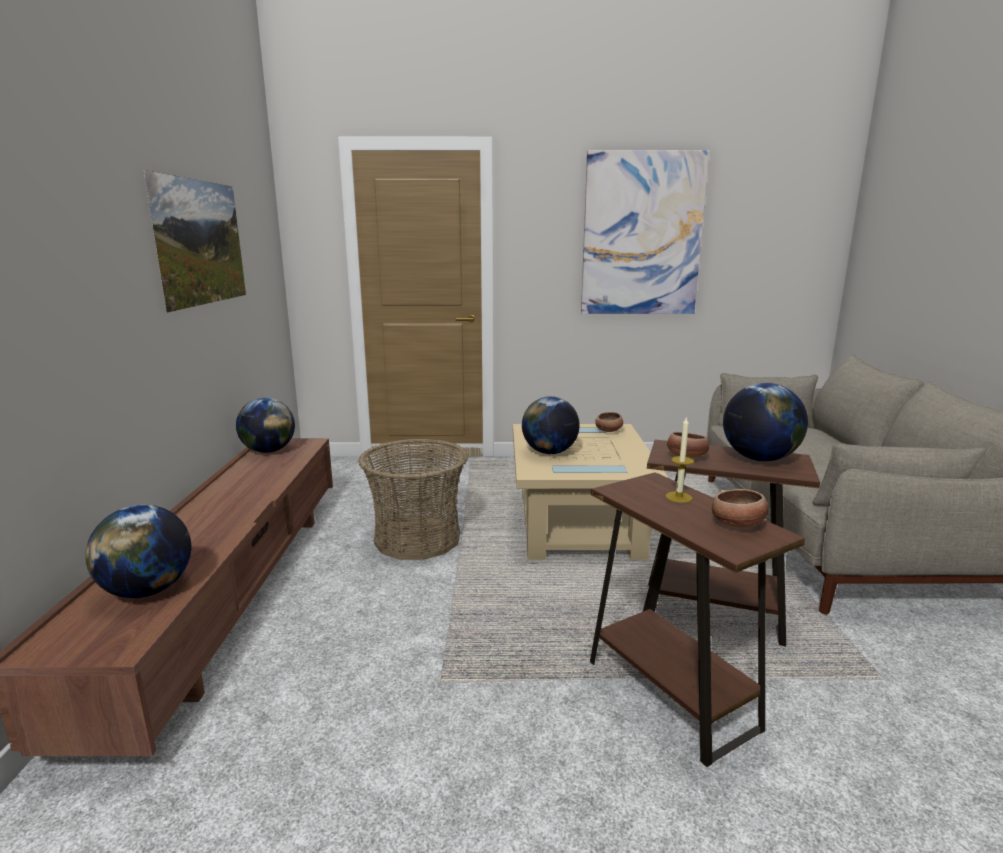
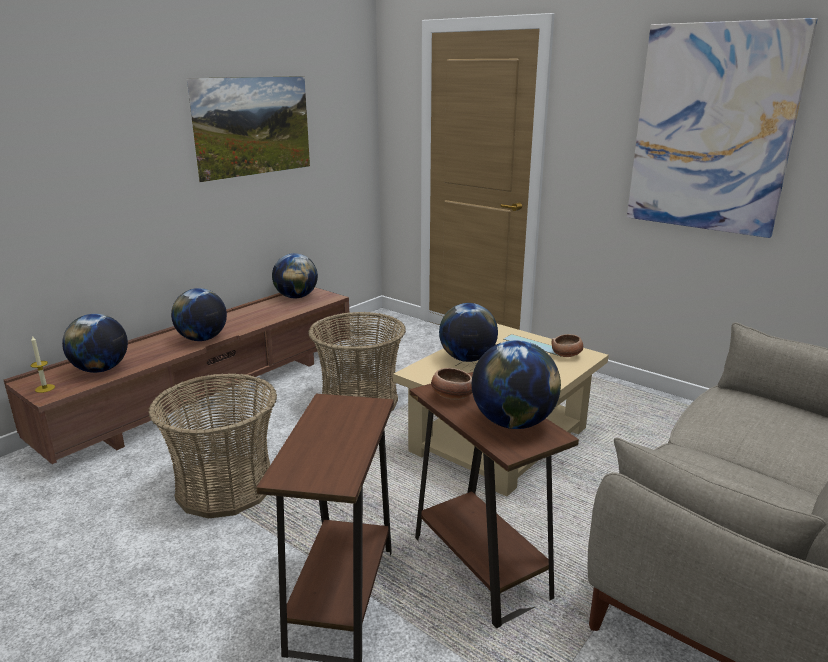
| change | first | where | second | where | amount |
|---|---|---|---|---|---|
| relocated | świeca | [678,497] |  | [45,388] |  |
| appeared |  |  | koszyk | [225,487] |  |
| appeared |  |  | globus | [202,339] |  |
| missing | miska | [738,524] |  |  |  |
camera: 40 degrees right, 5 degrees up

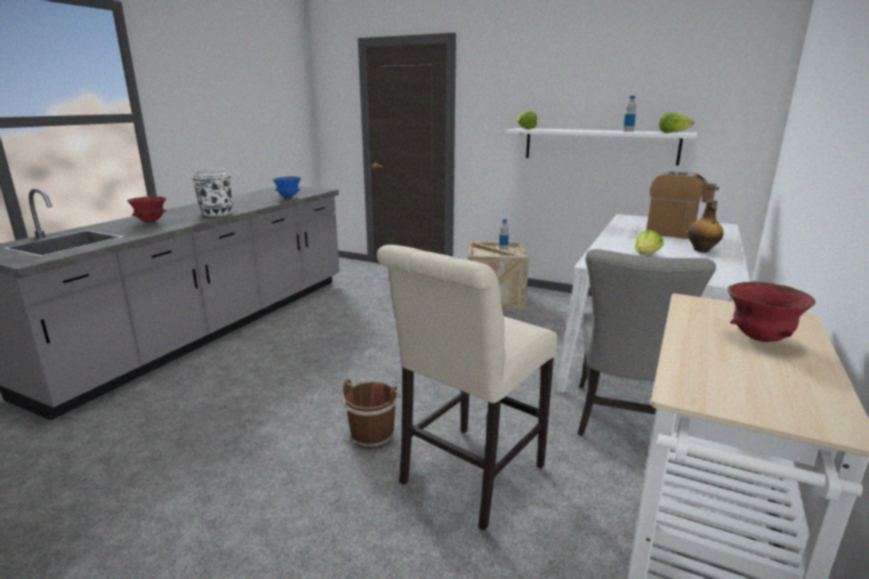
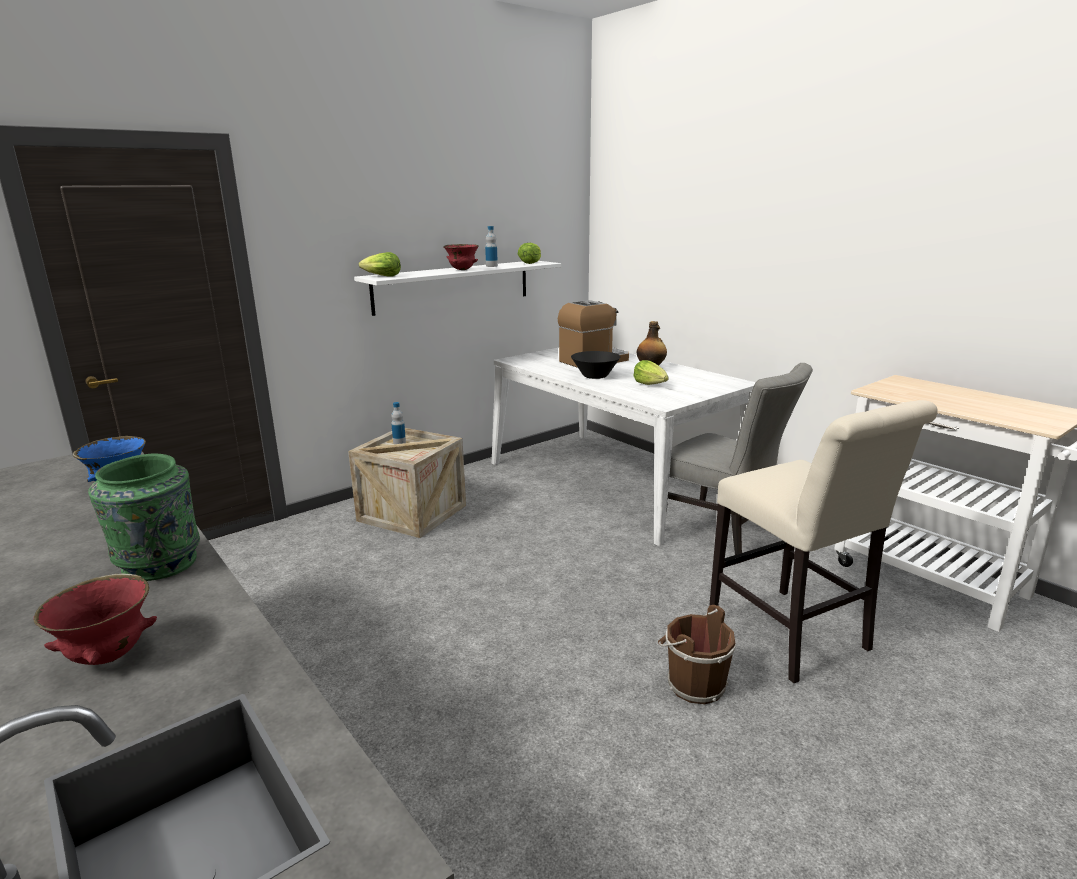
| change | first | where | second | where | amount |
|---|---|---|---|---|---|
| colour | wazon [biały] | [216,213] | wazon [zielony] | [159,565] |  |
| relocated | miska [czerwony] | [759,339] |  | [462,270] |  |
| appeared |  |  | miska [czarny] | [595,376] |  |
camera: 65 degrees left, 0 degrees up

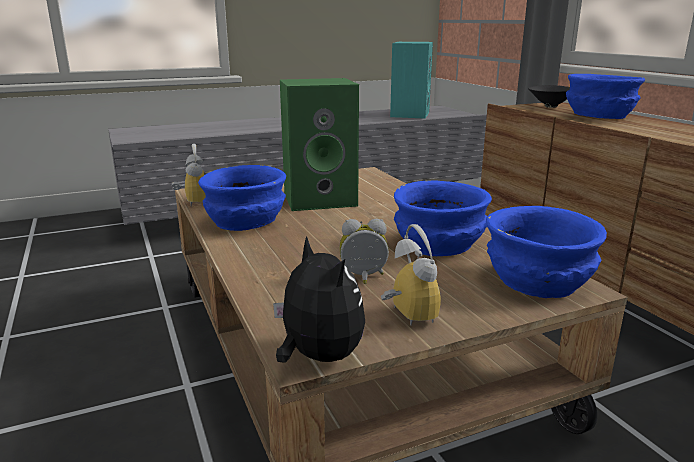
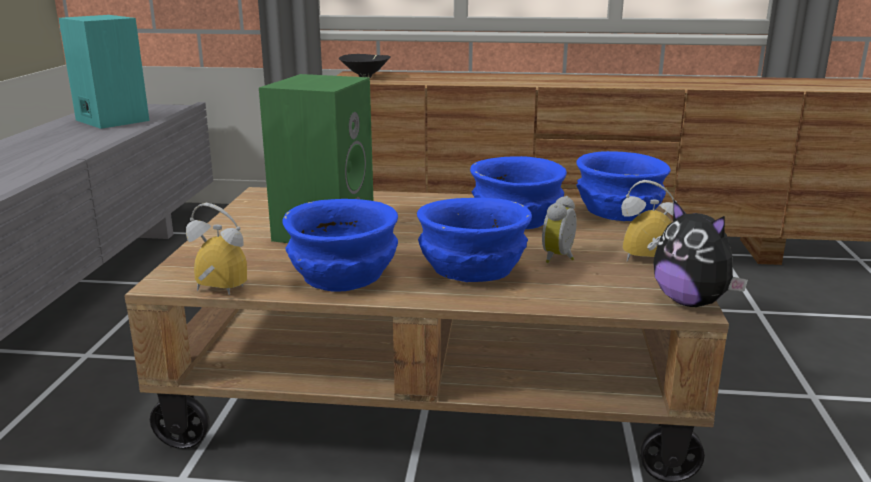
| change | first | where | second | where | amount |
|---|---|---|---|---|---|
| relocated | miska [niebieski] | [598,116] |  | [470,270] |  |
| spun | pluszak | [318,357] |  | [691,302] | 120 degrees counterclockwise |
camera: 60 degrees left, 0 degrees up

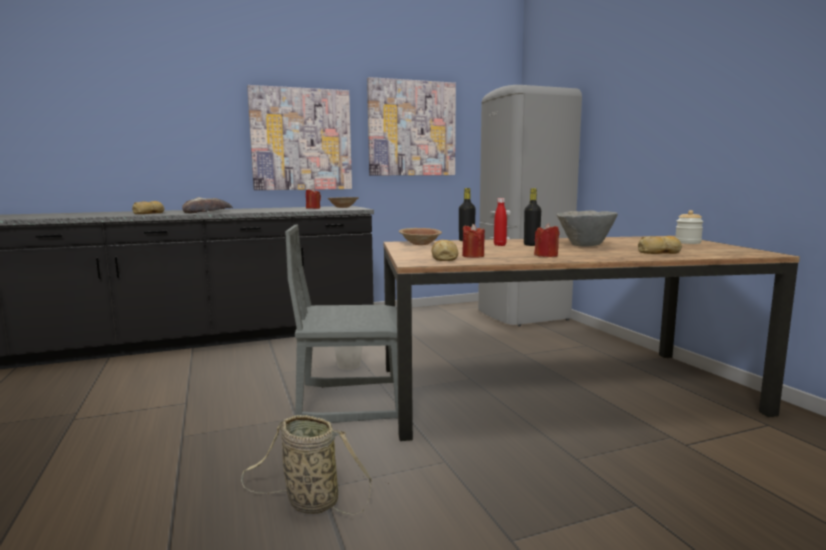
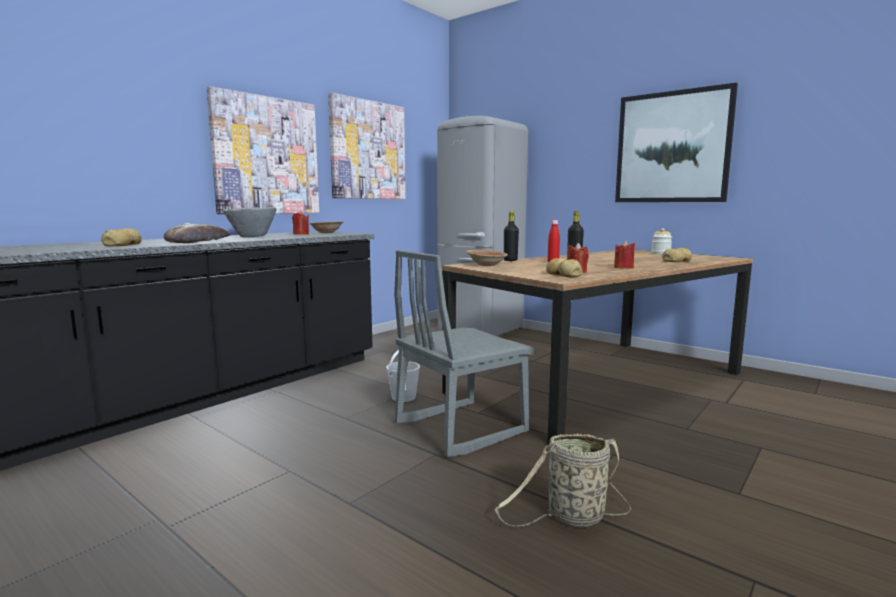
| change | first | where | second | where | amount |
|---|---|---|---|---|---|
| relocated | miska [szary] | [584,245] |  | [251,237] |  |
| appeared |  |  | obraz | [672,147] |  |
camera: 30 degrees left, 0 degrees up

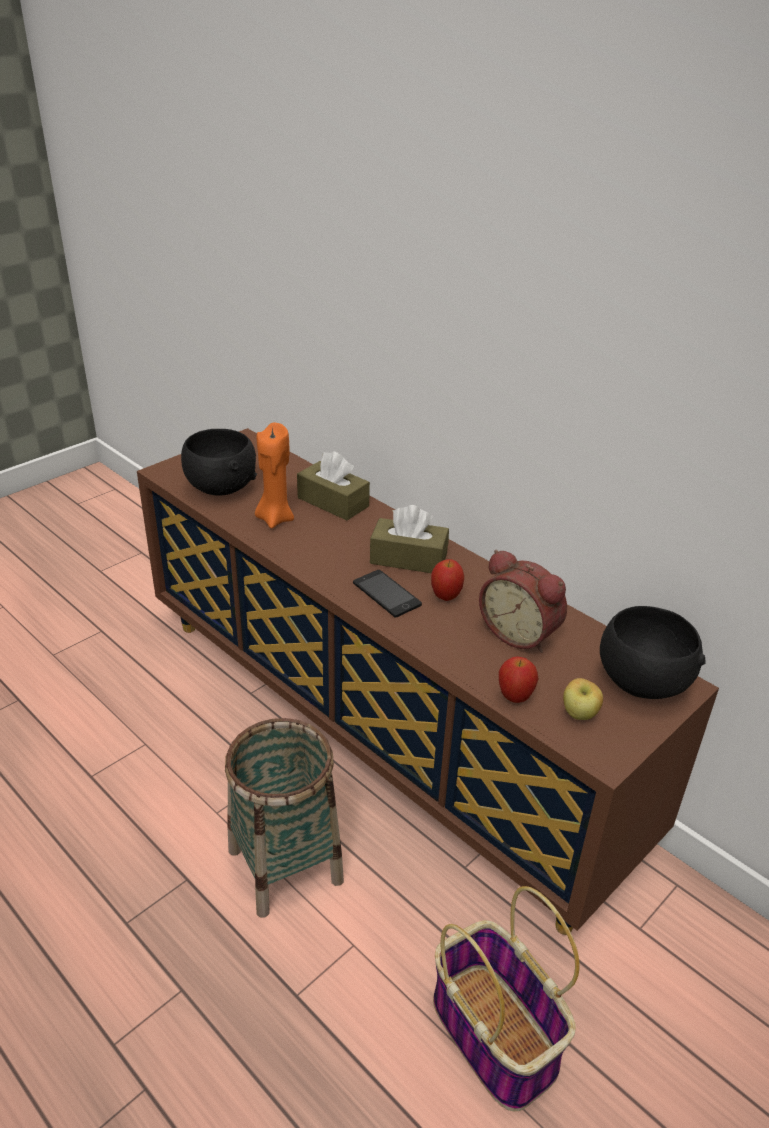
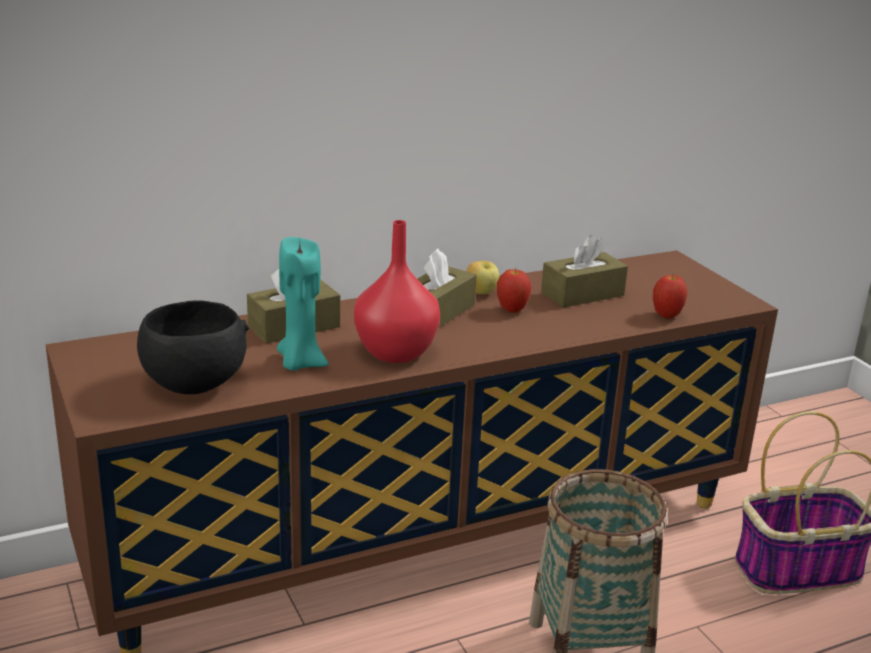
| change | first | where | second | where | amount |
|---|---|---|---|---|---|
| colour | świeca [pomarańczowy] | [275,518] | świeca [turkusowy] | [300,363] |  |
| appeared |  |  | wazon [czerwony] | [395,353] |  |
| relocated | jabłko | [579,714] |  | [481,293] |  |
| exchanged | budzik | [520,633] | pudełko chusteczek [brązowy] | [582,294] |  |
| missing | telefon | [386,594] |  |  |  |
| missing | miska [czarny] | [640,682] |  |  |  |
camera: 70 degrees left, 10 degrees down

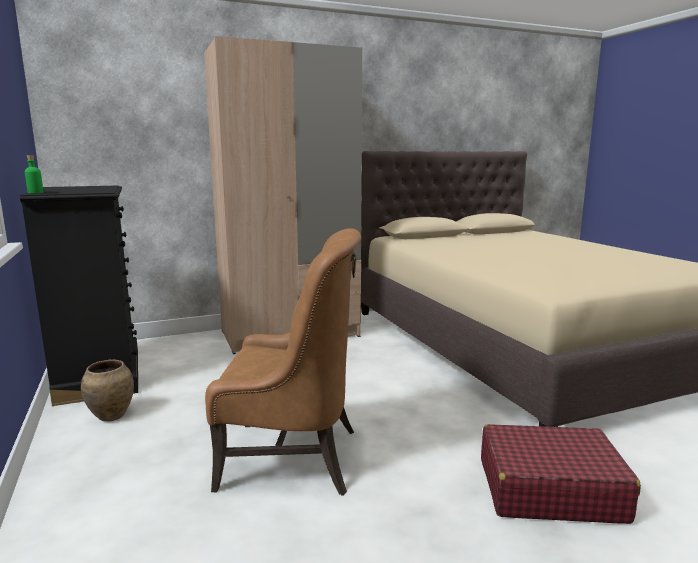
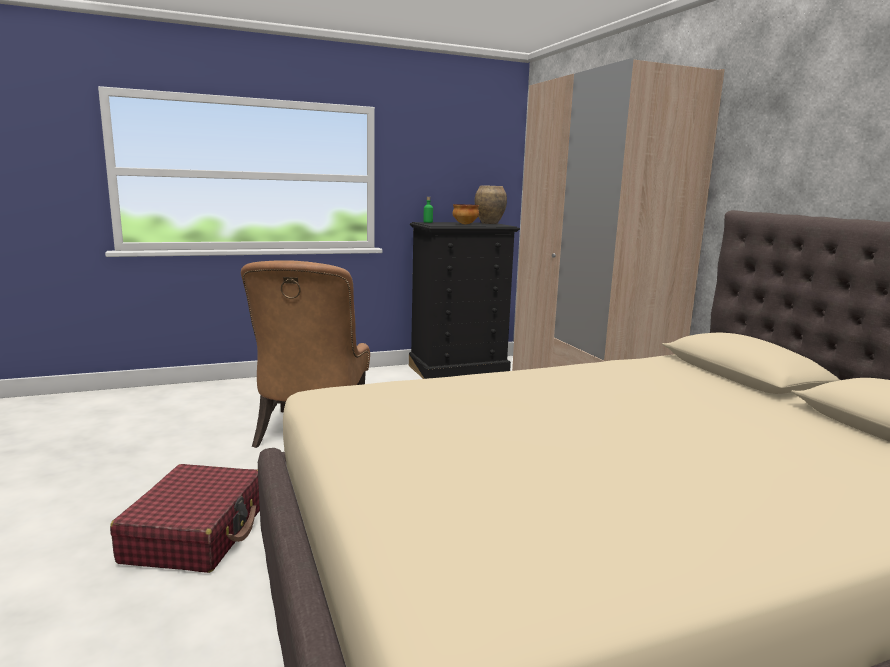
| change | first | where | second | where | amount |
|---|---|---|---|---|---|
| appeared |  |  | miska | [465,224] |  |
| relocated | wazon [brązowy] | [111,416] |  | [489,223] |  |
camera: 90 degrees right, 0 degrees up

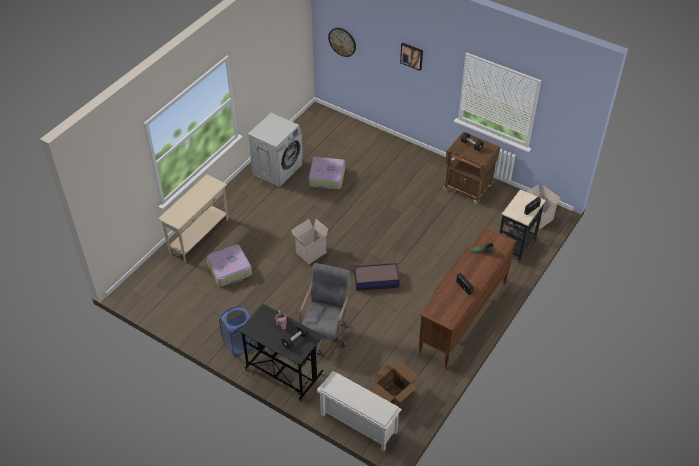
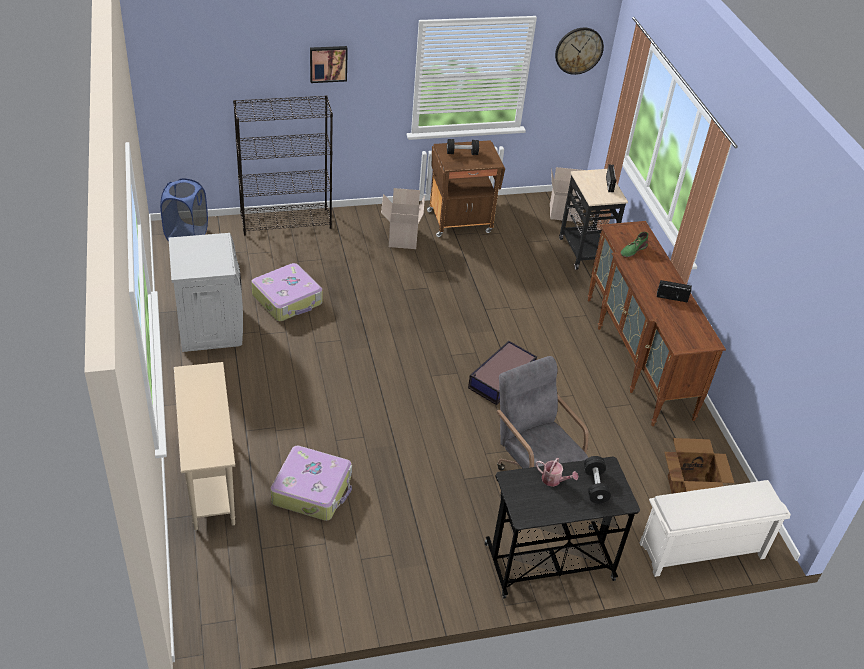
| change | first | where | second | where | amount |
|---|---|---|---|---|---|
| relocated | kosz na pranie [niebieski] | [240,343] |  | [187,236] |  |
| appeared |  |  | regał [czarny] | [286,221] |  |
| relocated | karton | [311,252] |  | [402,238] |  |
| relocated | zegar ścienny | [342,41] |  | [579,50] |  |
camera: 50 degrees left, 5 degrees down

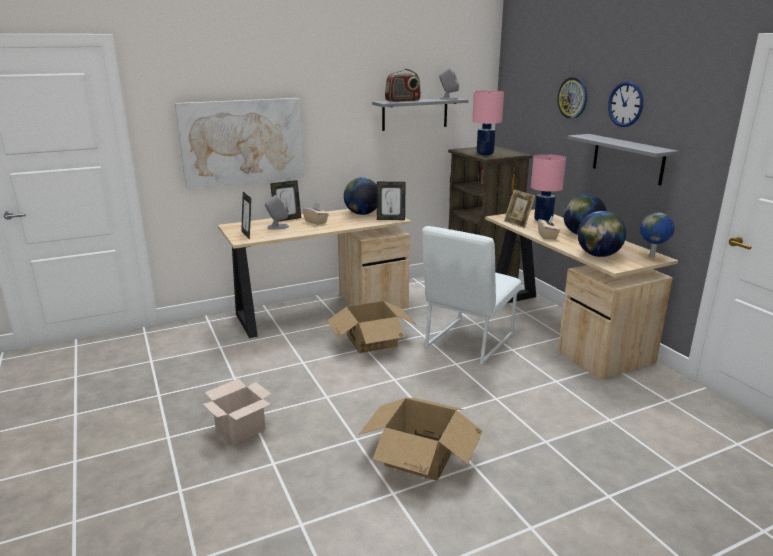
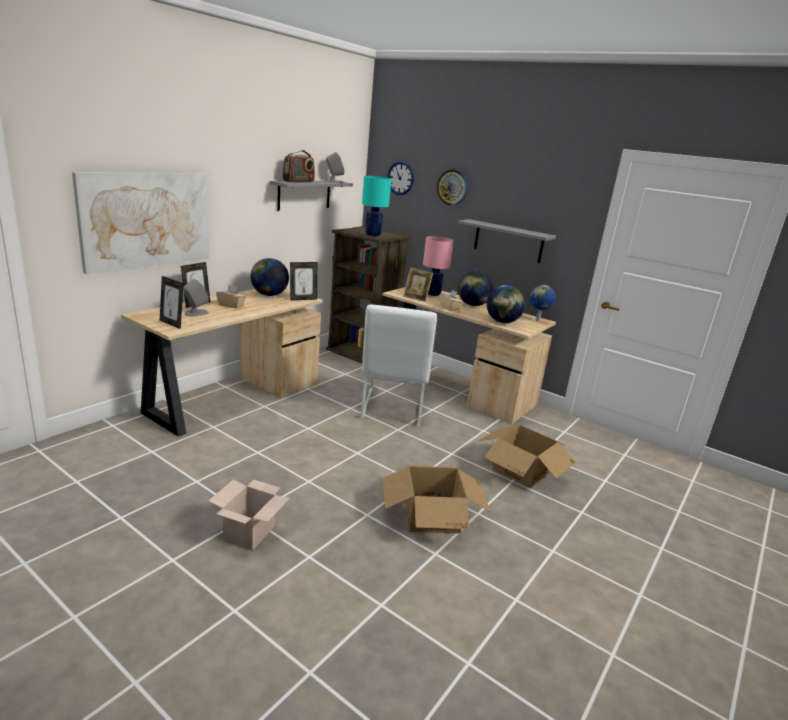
| change | first | where | second | where | amount |
|---|---|---|---|---|---|
| colour | lampa stołowa [różowy] | [484,154] | lampa stołowa [turkusowy] | [372,235] |  |
| relocated | zegar ścienny | [625,104] |  | [400,178] |  |
| relocated | karton | [372,341] |  | [522,470] |  |
camera: 30 degrees left, 0 degrees up

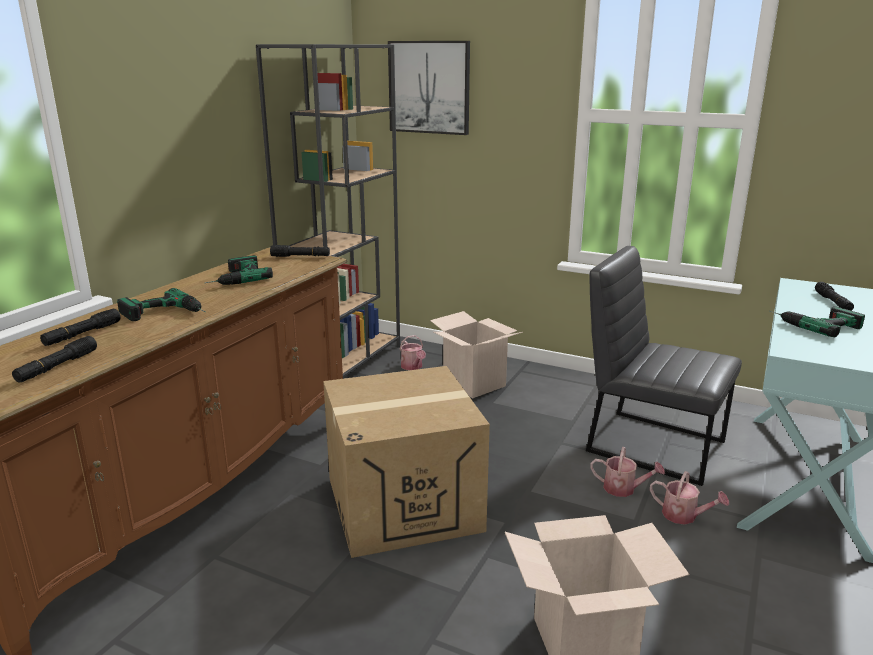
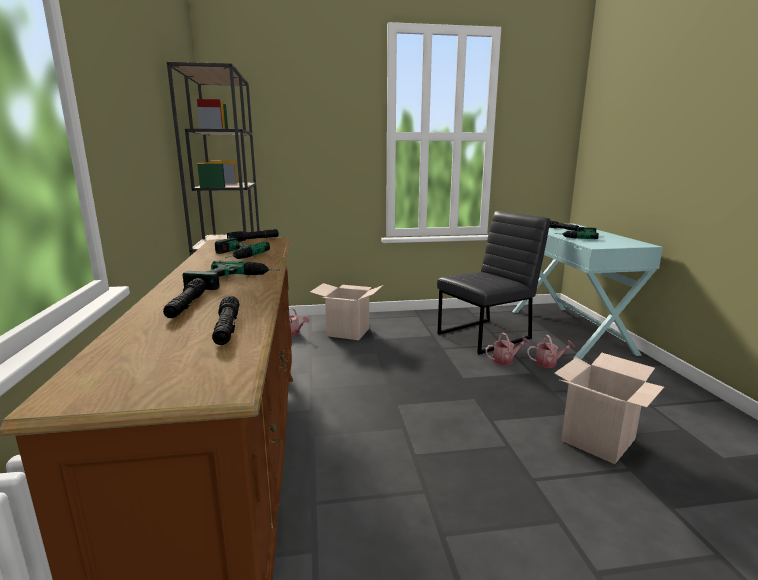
| change | first | where | second | where | amount |
|---|---|---|---|---|---|
| spun | krzesło [szary] | [651,444] |  | [486,335] | 150 degrees clockwise |
| missing | karton | [403,504] |  |  |  |
| missing | obraz | [429,87] |  |  |  |
camera: 35 degrees left, 5 degrees down

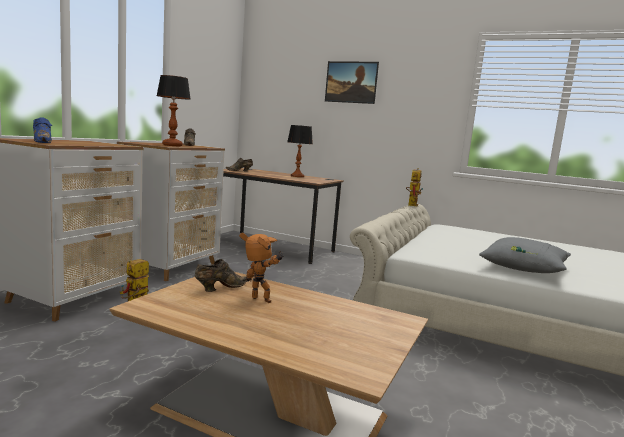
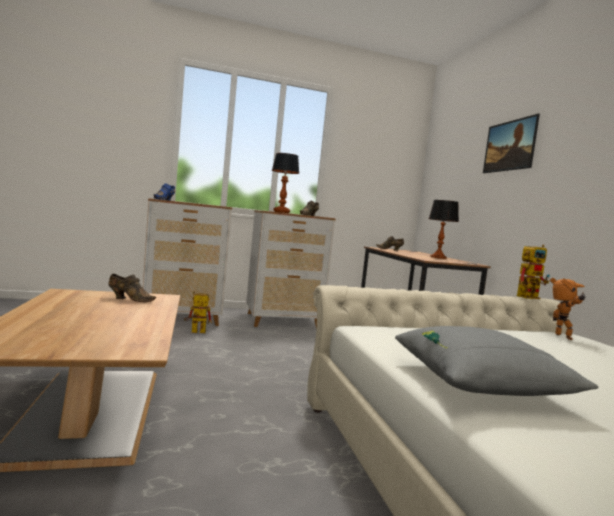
| change | first | where | second | where | amount |
|---|---|---|---|---|---|
| relocated | robot zabawkowy | [259,301] |  | [561,337] |  |
camera: 50 degrees right, 5 degrees down

